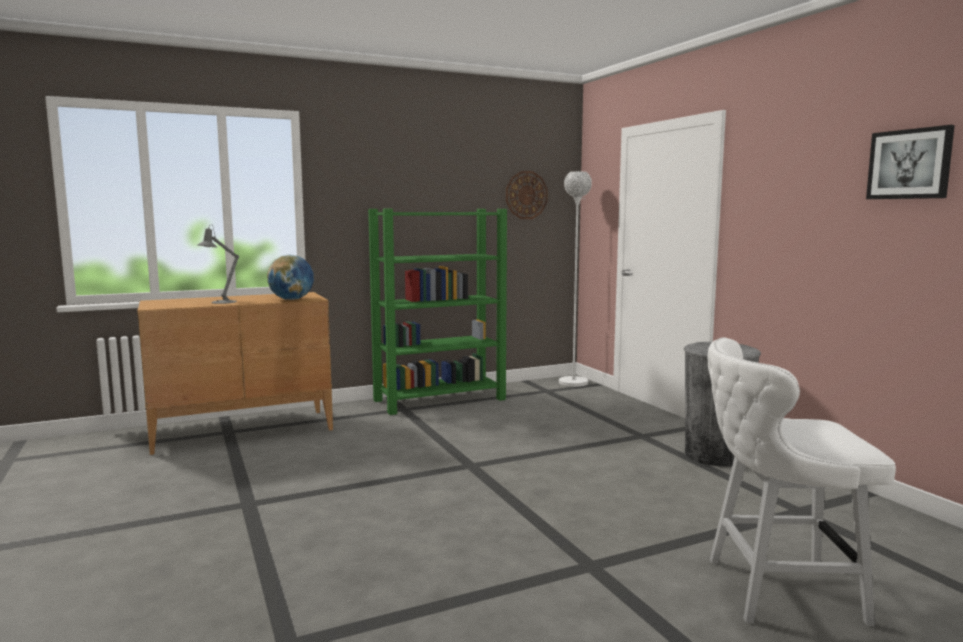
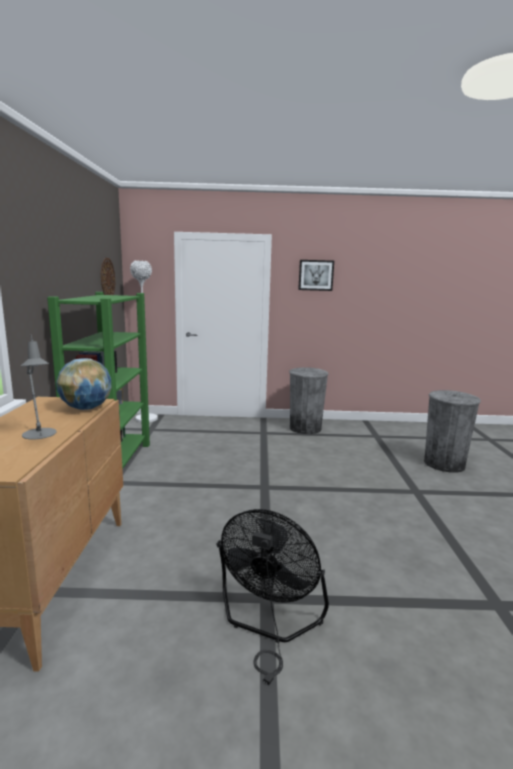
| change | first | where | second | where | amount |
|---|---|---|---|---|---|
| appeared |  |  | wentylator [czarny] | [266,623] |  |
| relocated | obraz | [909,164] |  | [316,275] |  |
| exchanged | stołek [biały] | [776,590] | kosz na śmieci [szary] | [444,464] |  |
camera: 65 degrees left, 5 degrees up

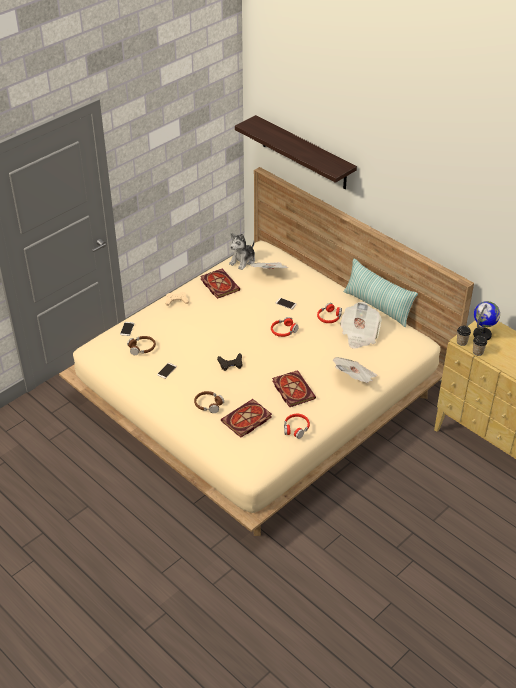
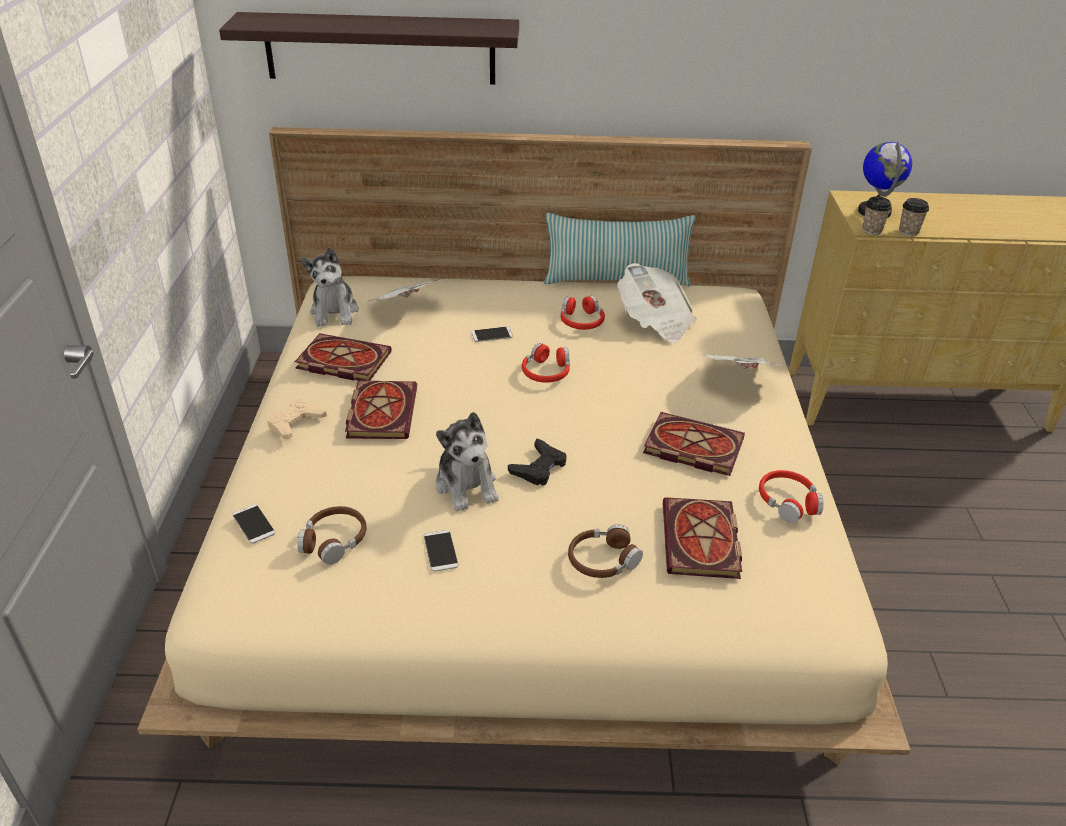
| change | first | where | second | where | amount |
|---|---|---|---|---|---|
| appeared |  |  | książka | [380,411] |  |
| appeared |  |  | pluszak | [467,485] |  |
camera: 45 degrees left, 5 degrees down

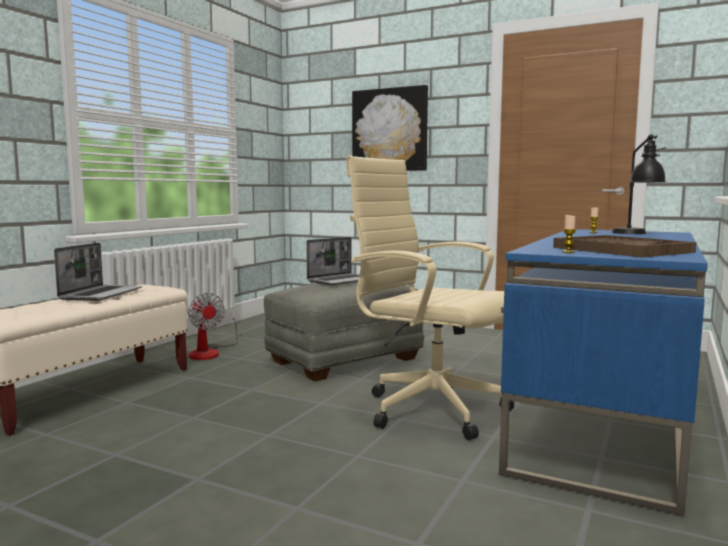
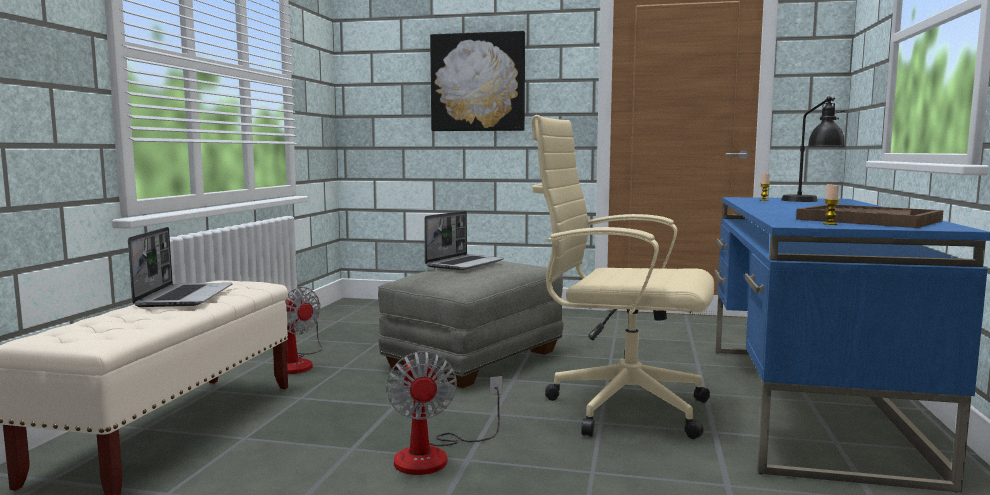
| change | first | where | second | where | amount |
|---|---|---|---|---|---|
| appeared |  |  | wentylator | [435,455] |  |
camera: 15 degrees left, 0 degrees up

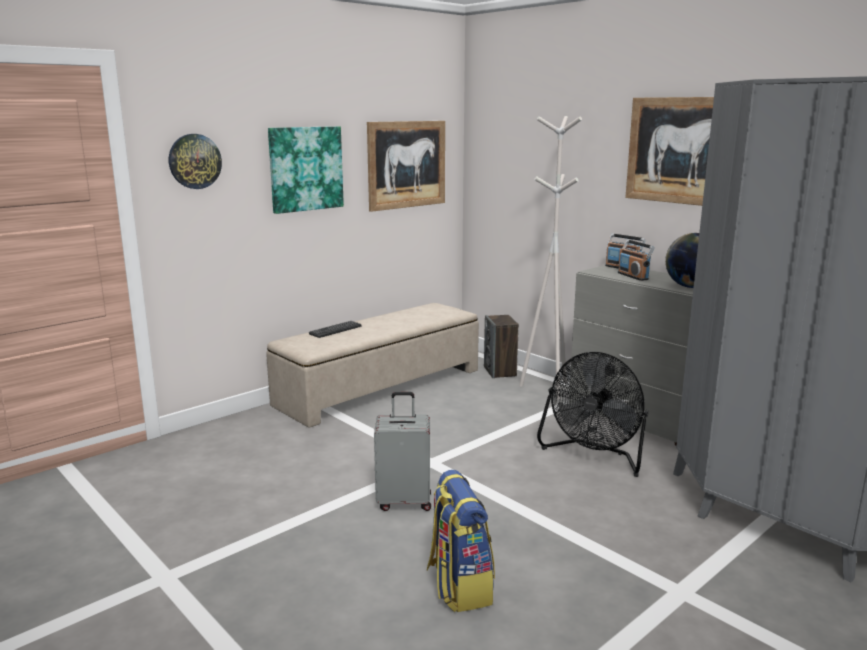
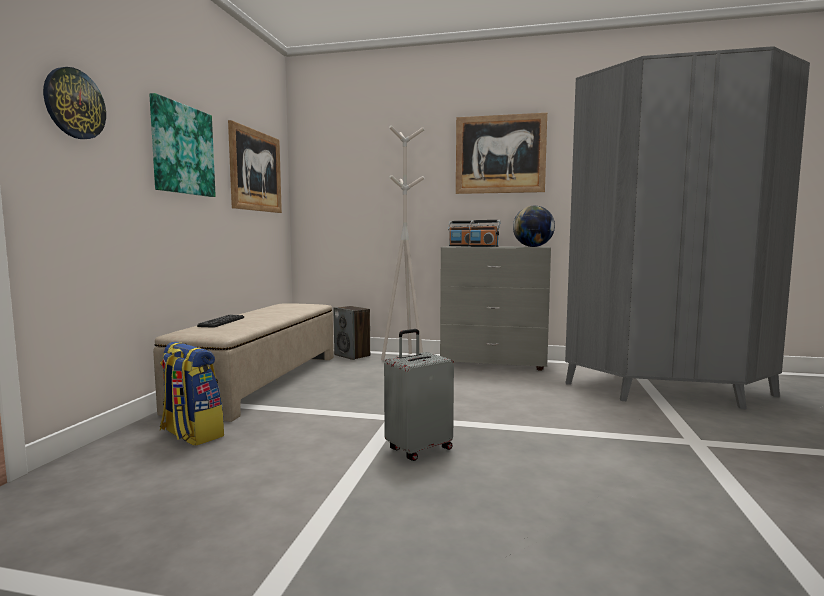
| change | first | where | second | where | amount |
|---|---|---|---|---|---|
| relocated | plecak | [458,586] |  | [191,434] |  |
| missing | wentylator [czarny] | [592,453] |  |  |  |
camera: 35 degrees left, 10 degrees down

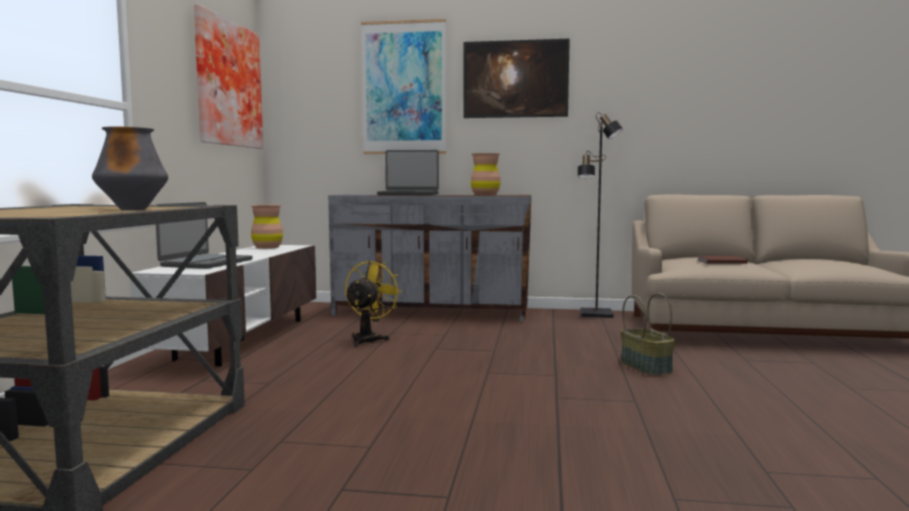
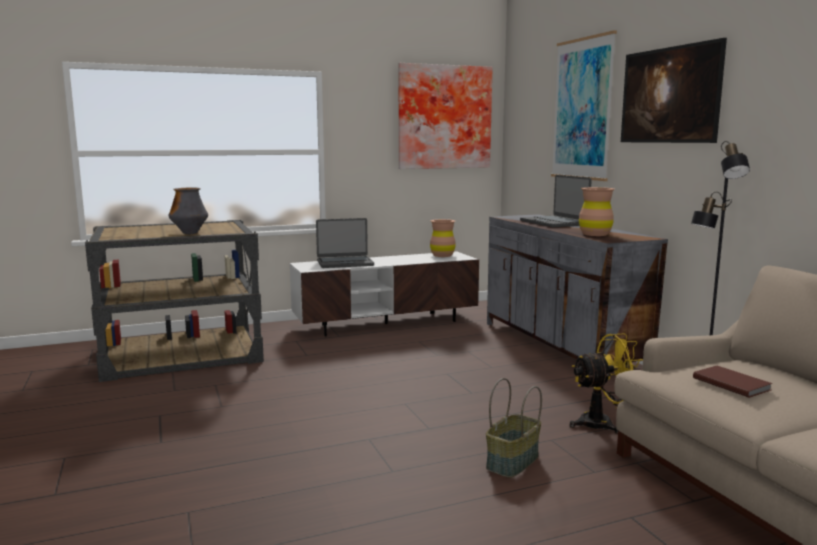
| change | first | where | second | where | amount |
|---|---|---|---|---|---|
| relocated | wentylator [żółty] | [369,339] |  | [603,423] |  |
camera: 60 degrees right, 5 degrees up

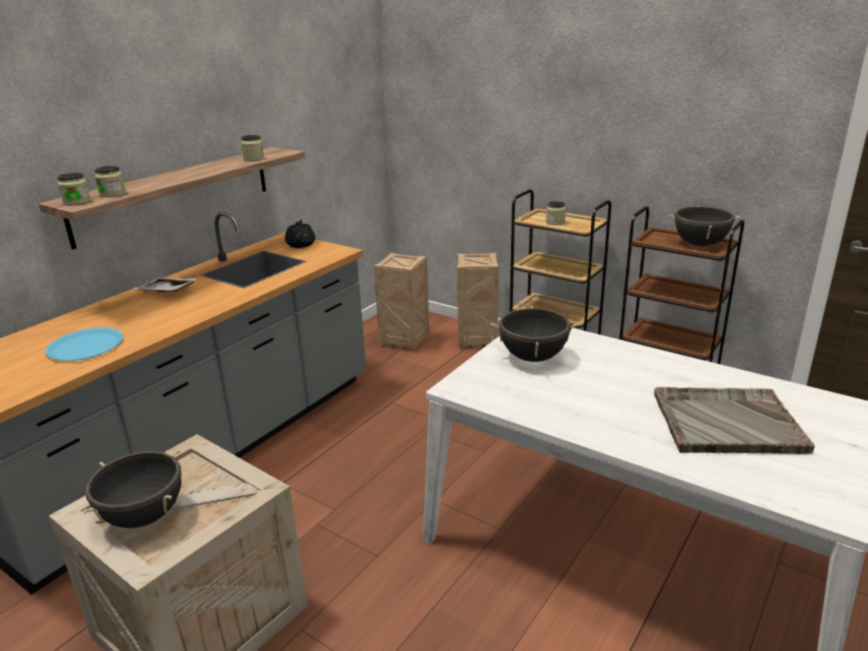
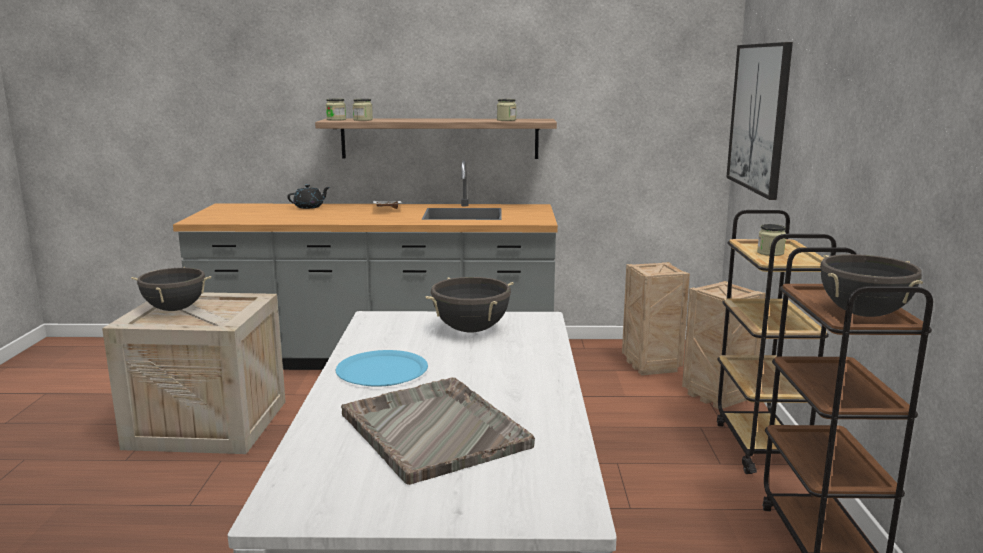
| change | first | where | second | where | amount |
|---|---|---|---|---|---|
| relocated | imbryk [czarny] | [301,244] |  | [309,207] |  |
| relocated | talerz [niebieski] | [85,346] |  | [382,370] |  |
| appeared |  |  | obraz | [759,117] |  |
camera: 55 degrees right, 10 degrees down

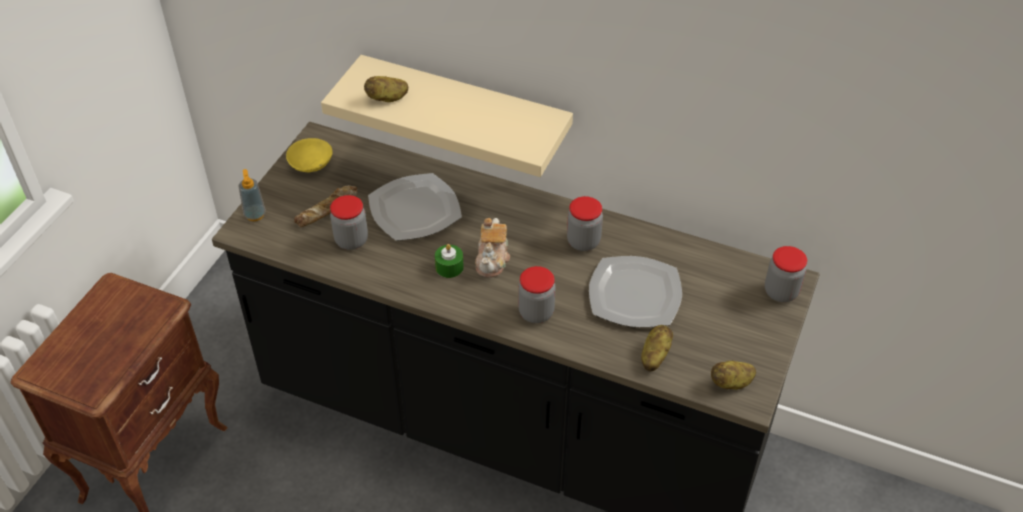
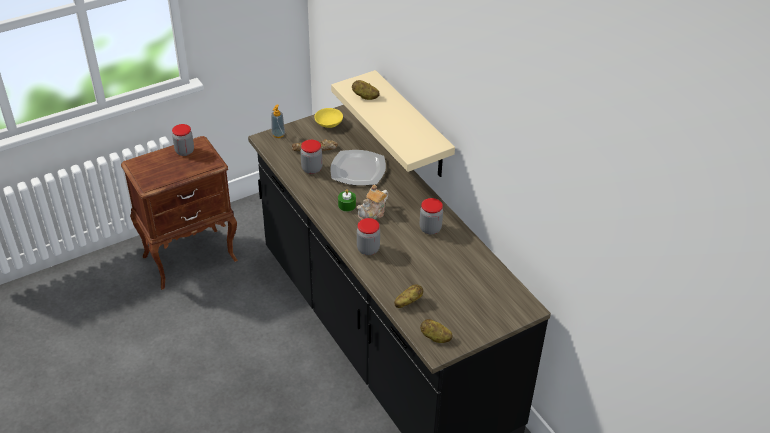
| change | first | where | second | where | amount |
|---|---|---|---|---|---|
| relocated | słoik | [781,292] |  | [184,151] |  |
| missing | talerz | [635,294] |  |  |  |
camera: 35 degrees right, 5 degrees down

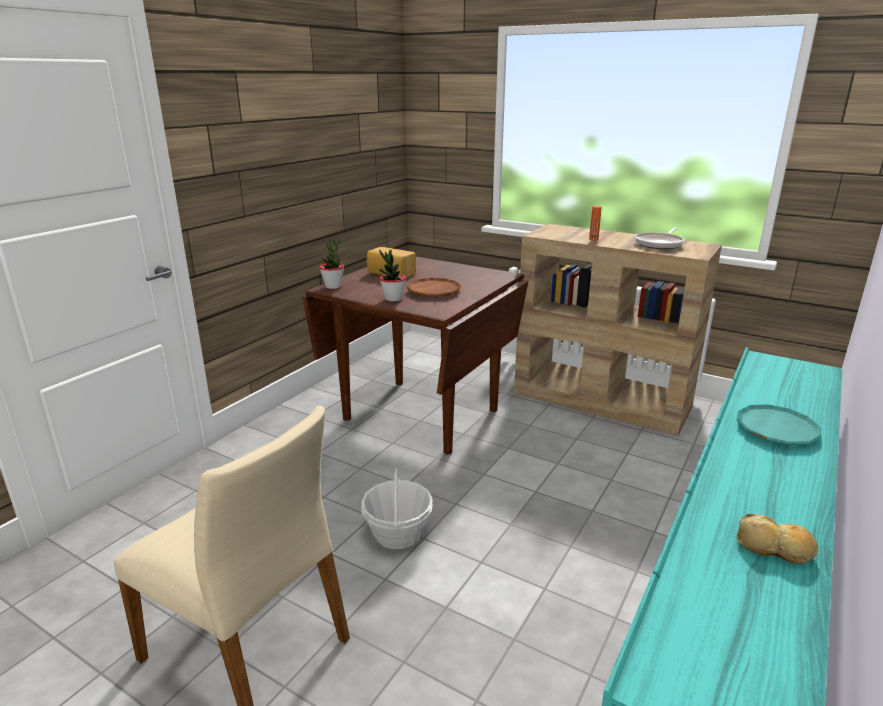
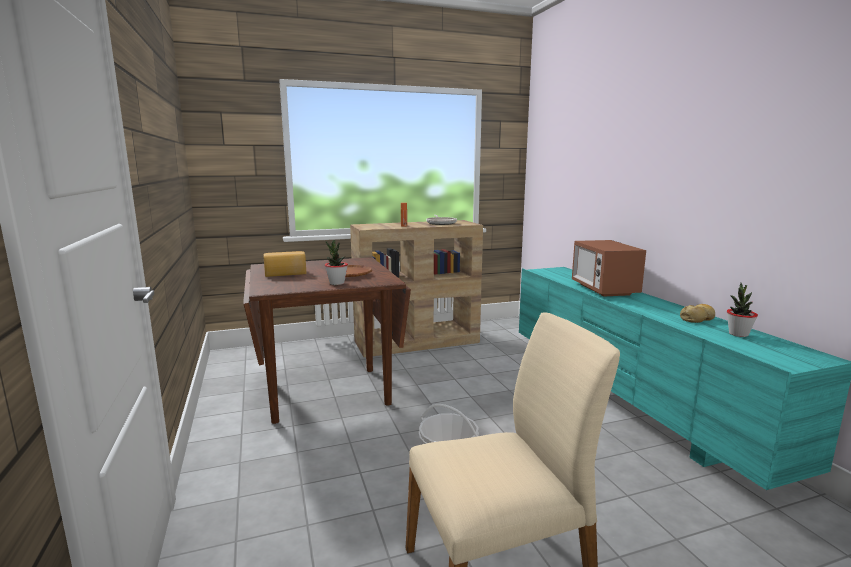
| change | first | where | second | where | amount |
|---|---|---|---|---|---|
| exchanged | talerz [turkusowy] | [776,430] | mikrofalówka | [603,289] |  |
| relocated | roślina doniczkowa | [333,286] |  | [738,334] |  |
camera: 50 degrees left, 10 degrees down

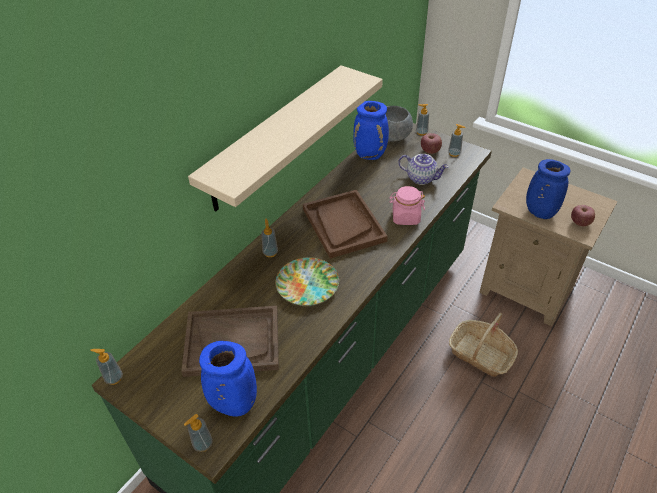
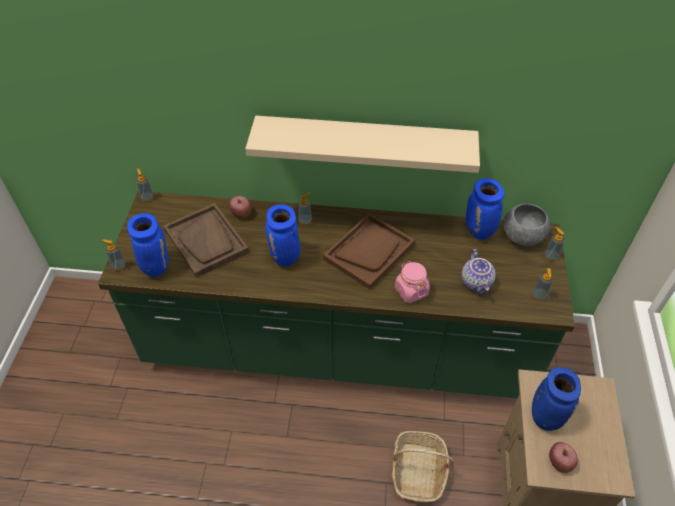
| change | first | where | second | where | amount |
|---|---|---|---|---|---|
| relocated | jabłko | [430,151] |  | [241,214] |  |
| exchanged | talerz | [308,284] | wazon [niebieski] | [286,258] |  |
camera: 60 degrees right, 5 degrees up

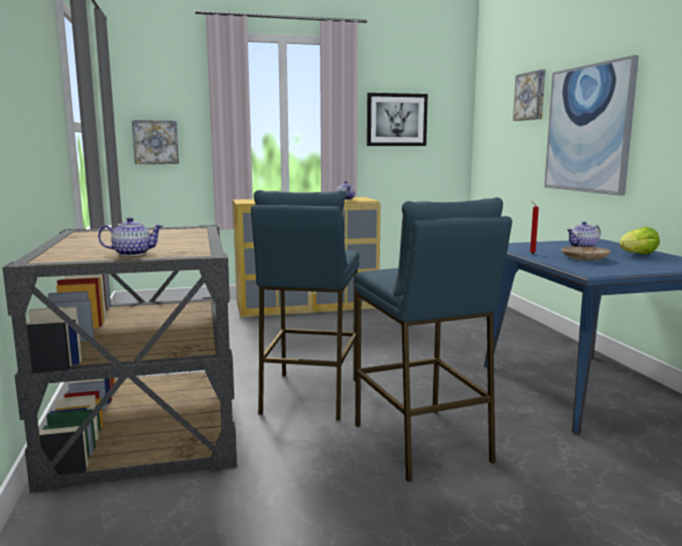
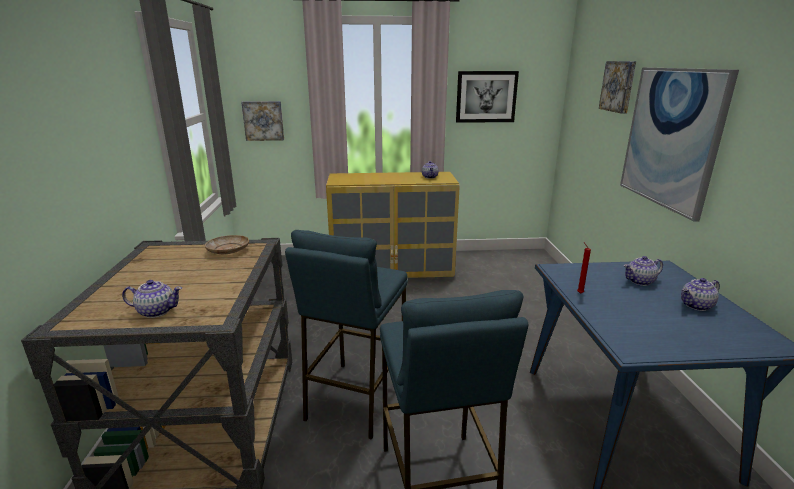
| change | first | where | second | where | amount |
|---|---|---|---|---|---|
| relocated | talerz [beżowy] | [584,258] |  | [228,250] |  |
| exchanged | sałata | [636,255] | imbryk | [696,306] |  |
camera: 10 degrees right, 10 degrees up

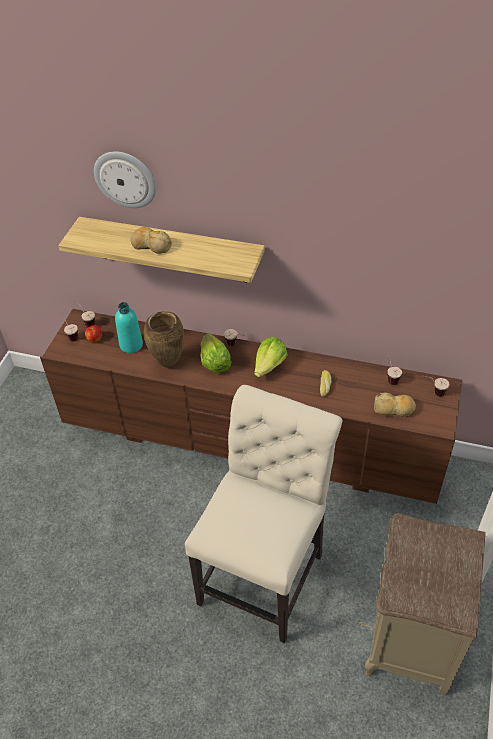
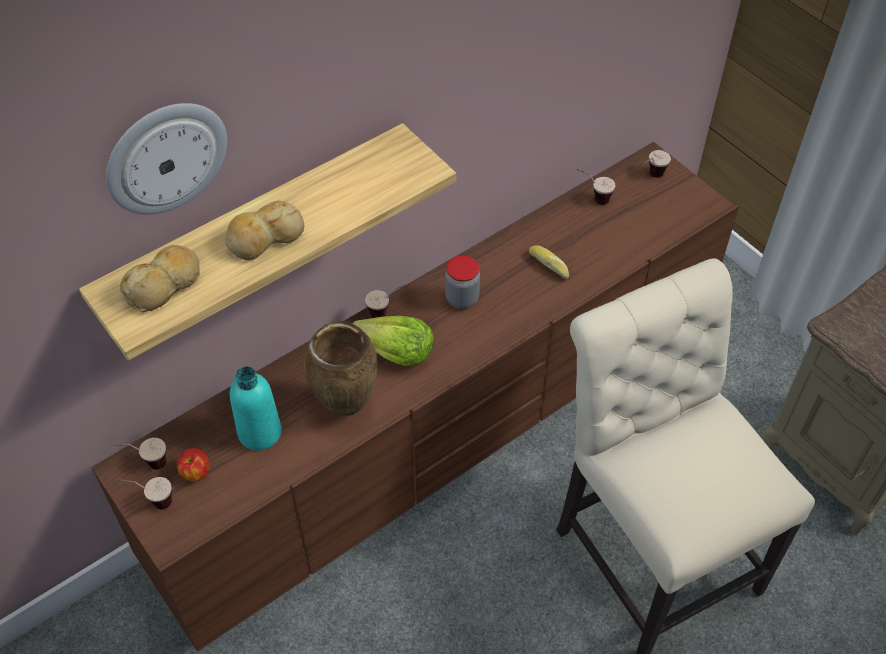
| change | first | where | second | where | amount |
|---|---|---|---|---|---|
| relocated | chleb | [394,409] |  | [165,285] |  |
| exchanged | sałata | [269,366] | słoik | [462,298] |  |
camera: 55 degrees left, 5 degrees up

